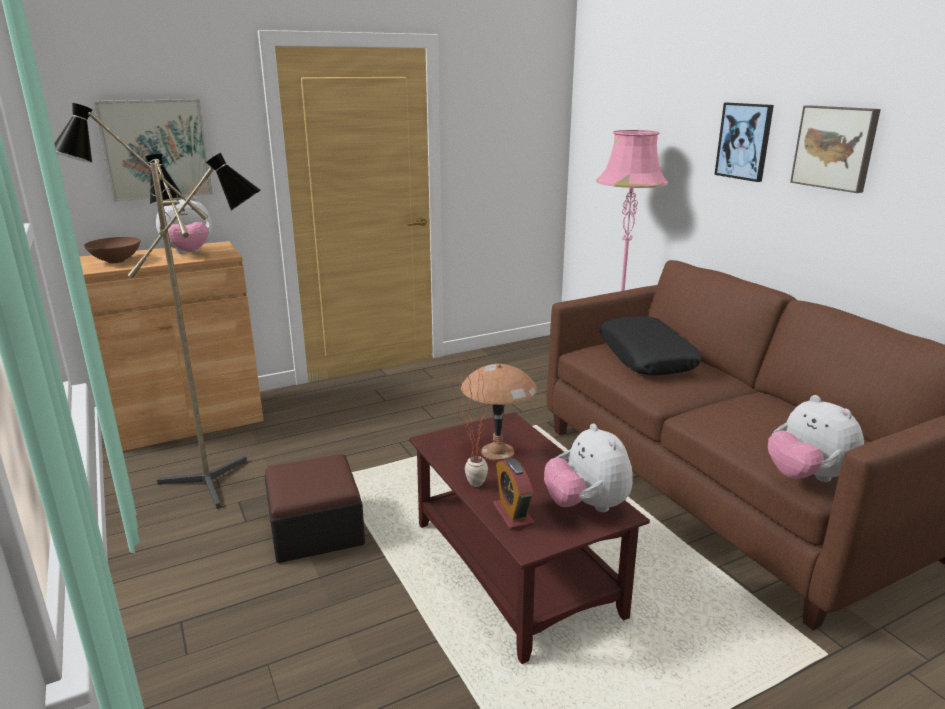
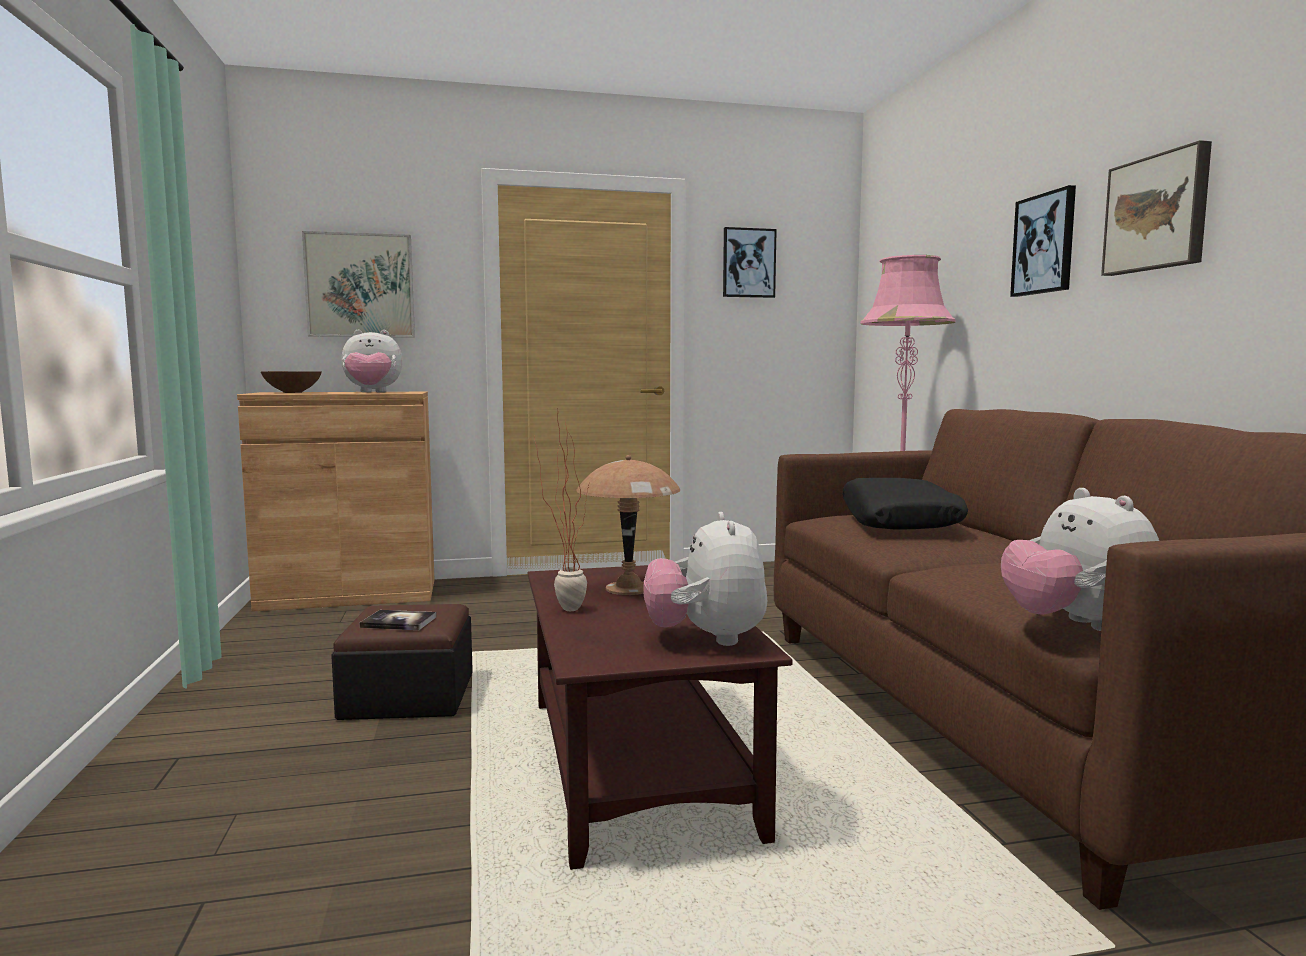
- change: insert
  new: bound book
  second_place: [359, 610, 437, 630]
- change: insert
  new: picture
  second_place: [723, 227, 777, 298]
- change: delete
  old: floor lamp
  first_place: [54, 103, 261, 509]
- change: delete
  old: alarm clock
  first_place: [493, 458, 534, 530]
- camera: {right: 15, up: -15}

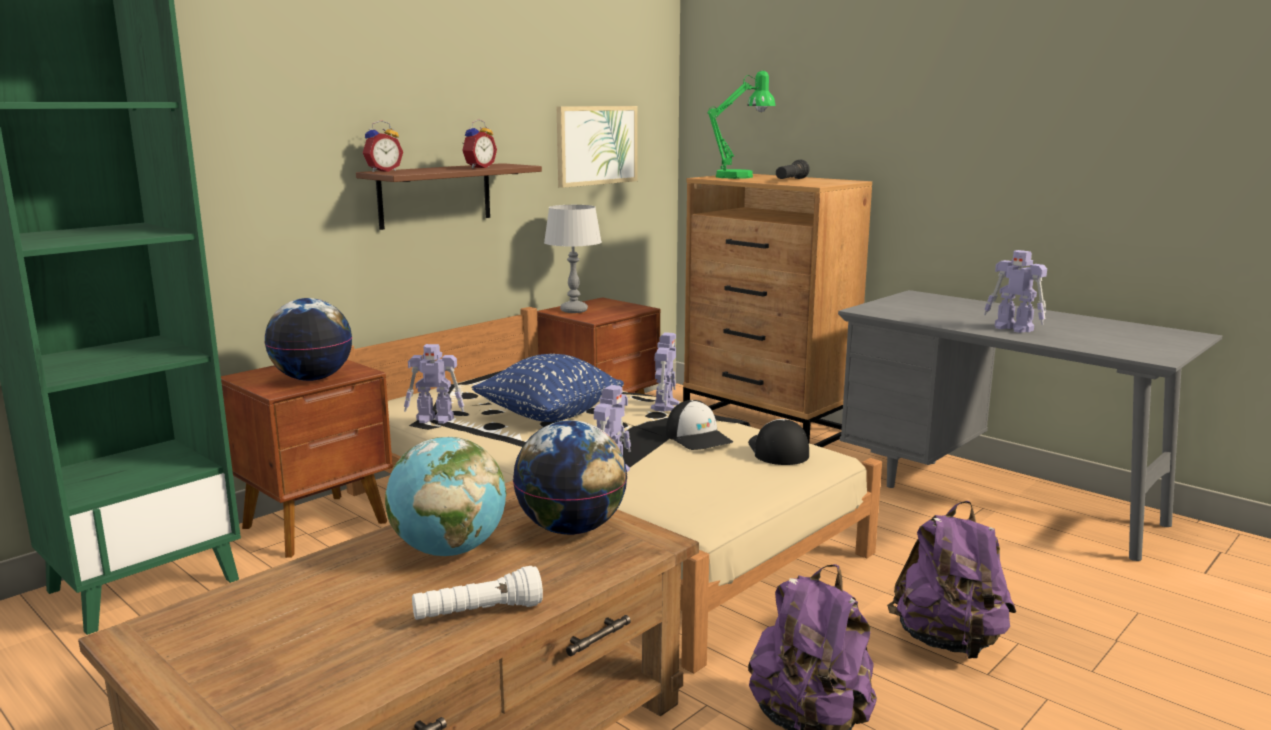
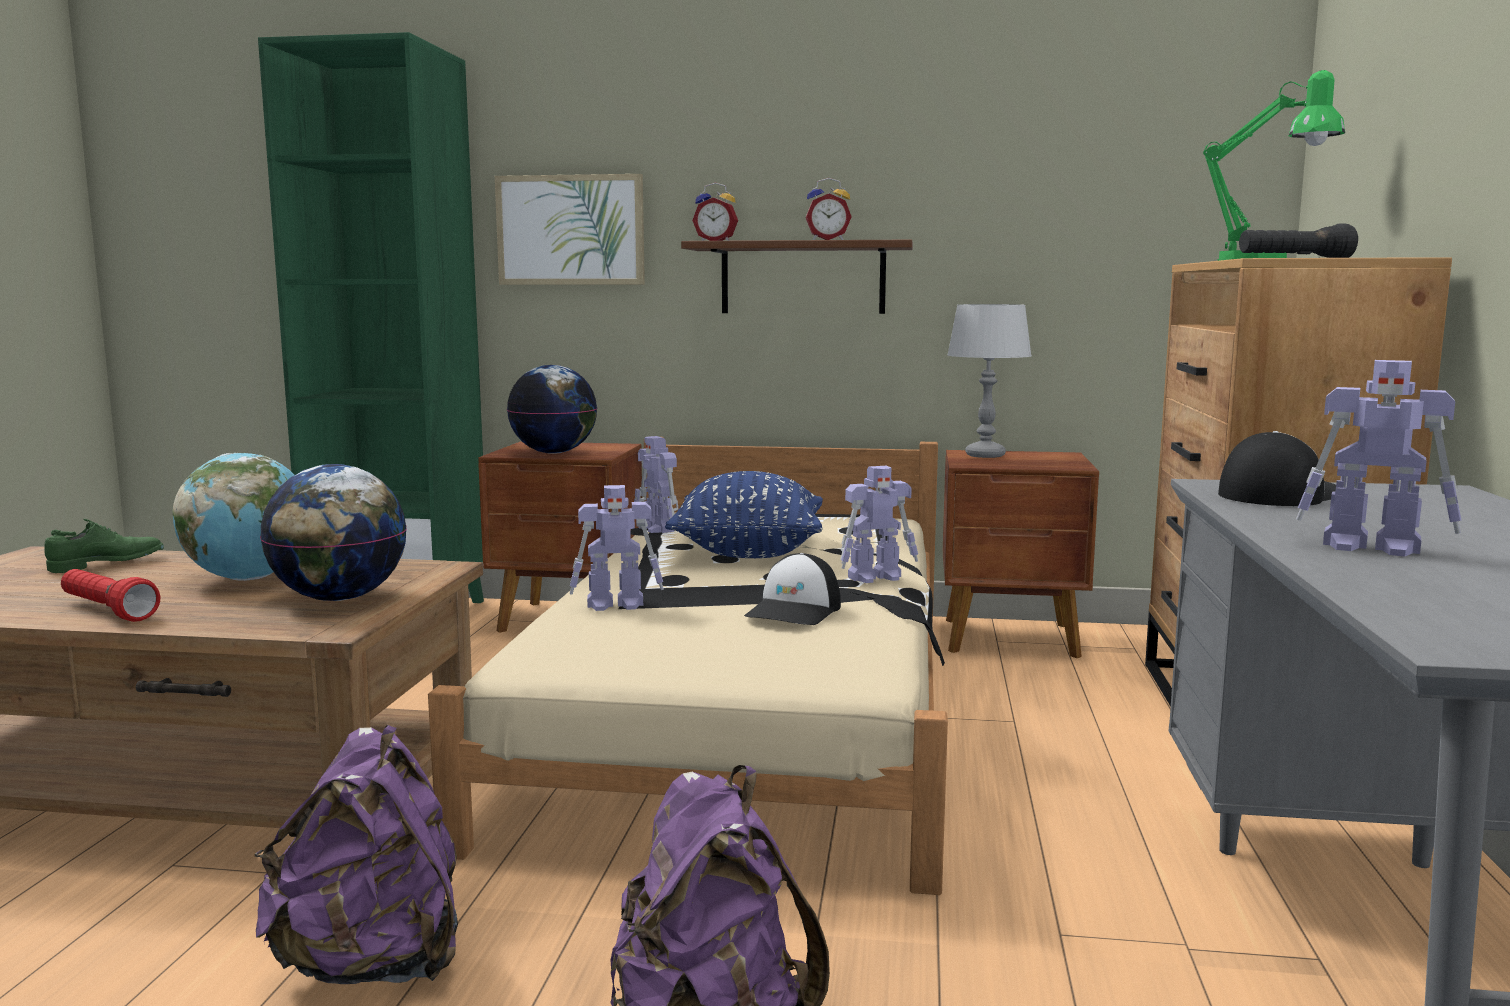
- change: insert
  new: greenish item of footwear
  second_place: [44, 519, 164, 573]
- change: recolor
  old: whitish flashlight
  new: red flashlight
  first_place: [412, 566, 543, 620]
  second_place: [61, 569, 160, 622]
- change: move
  old: picture
  first_place: [557, 106, 638, 188]
  second_place: [495, 174, 645, 285]
- change: move
  old: baseball cap
  first_place: [748, 419, 809, 465]
  second_place: [1218, 431, 1336, 506]
- change: rotate
  old: toy robot
  first_place: [984, 250, 1047, 333]
  second_place: [1296, 360, 1462, 557]
  degrees: -75
- camera: {right: 55, up: -5}

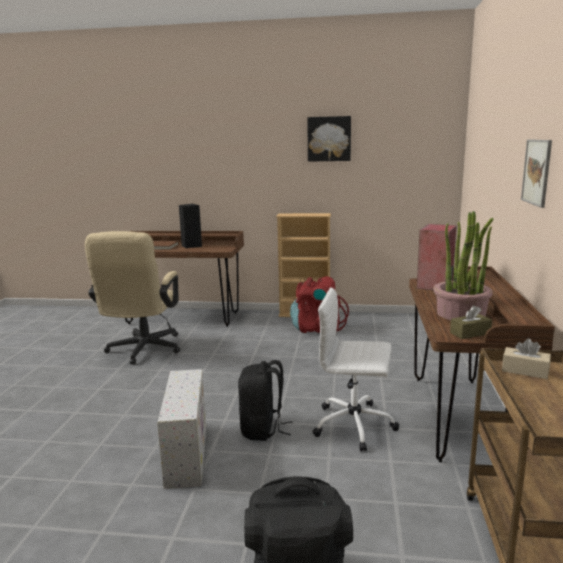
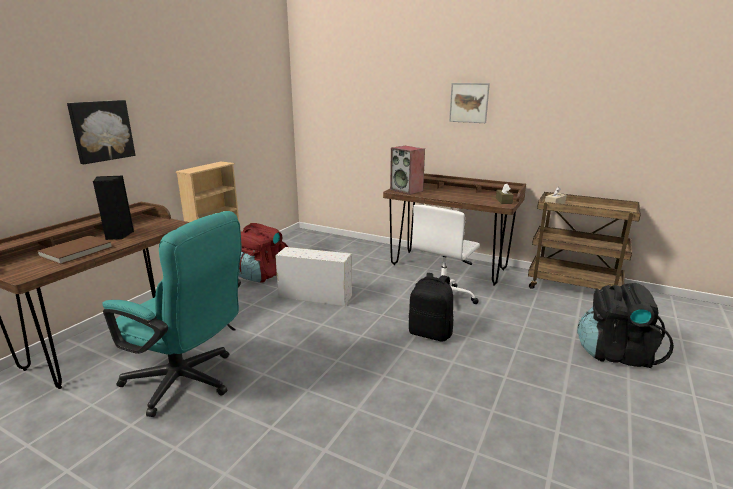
- change: move
  old: picture
  first_place: [307, 116, 351, 162]
  second_place: [67, 100, 136, 164]
- change: recolor
  old: beige-coloured computer chair
  new: blue-green computer chair
  first_place: [85, 231, 180, 364]
  second_place: [102, 211, 242, 417]
- change: move
  old: whitish storage box
  first_place: [157, 369, 206, 489]
  second_place: [275, 247, 352, 306]
- change: delete
  old: houseplant
  first_place: [433, 211, 493, 320]
- camera: {right: -70, up: 5}

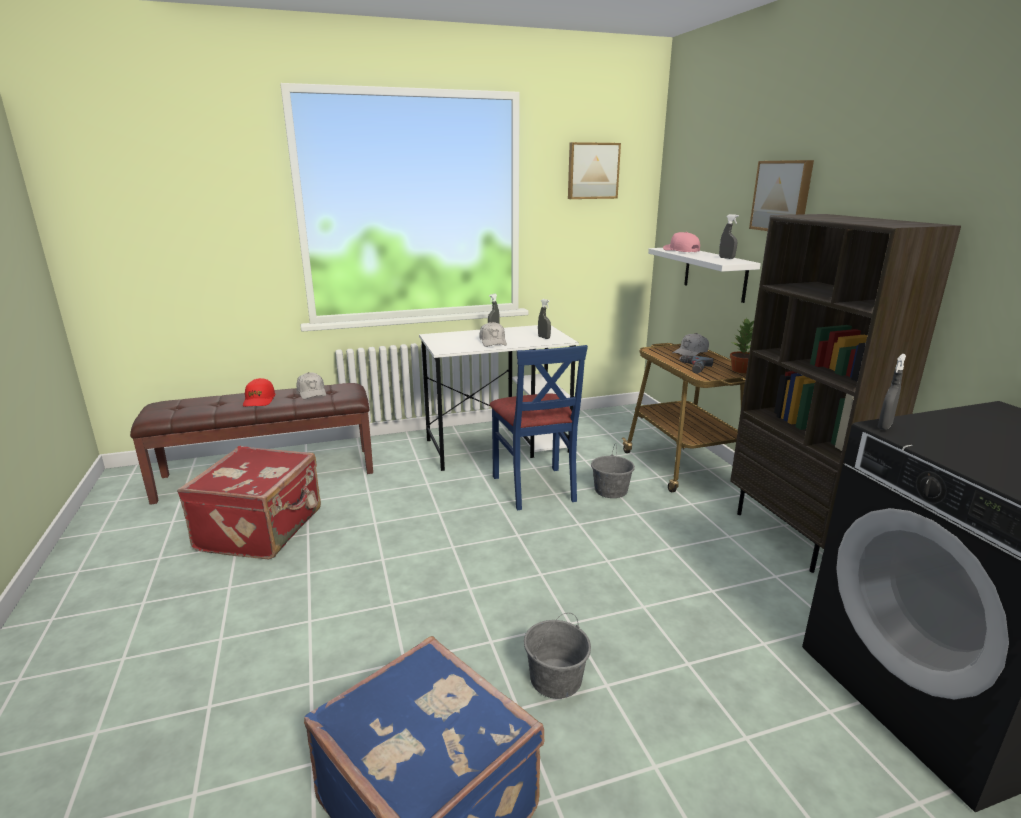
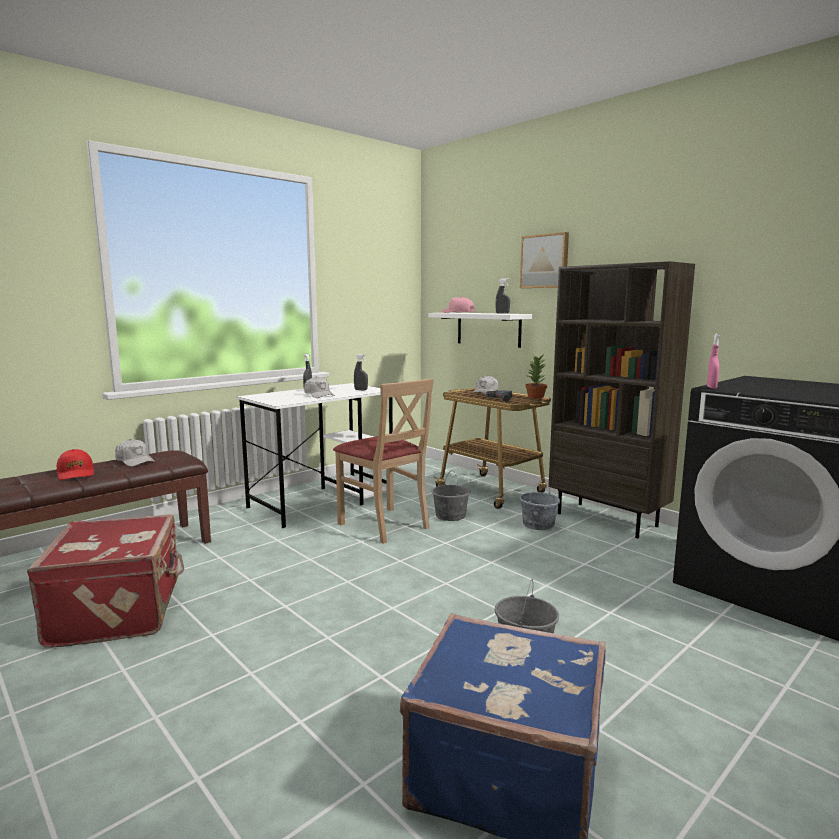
- change: recolor
  old: blue upright chair
  new: beige-coloured upright chair
  first_place: [490, 345, 588, 510]
  second_place: [333, 378, 434, 544]
- change: insert
  new: gray pail
  second_place: [520, 478, 560, 530]
- change: recolor
  old: gray hand sprayer
  new: pink-coloured hand sprayer
  first_place: [878, 354, 906, 430]
  second_place: [707, 333, 720, 389]
- change: delete
  old: picture
  first_place: [568, 142, 621, 199]
- camera: {right: -25, up: -10}

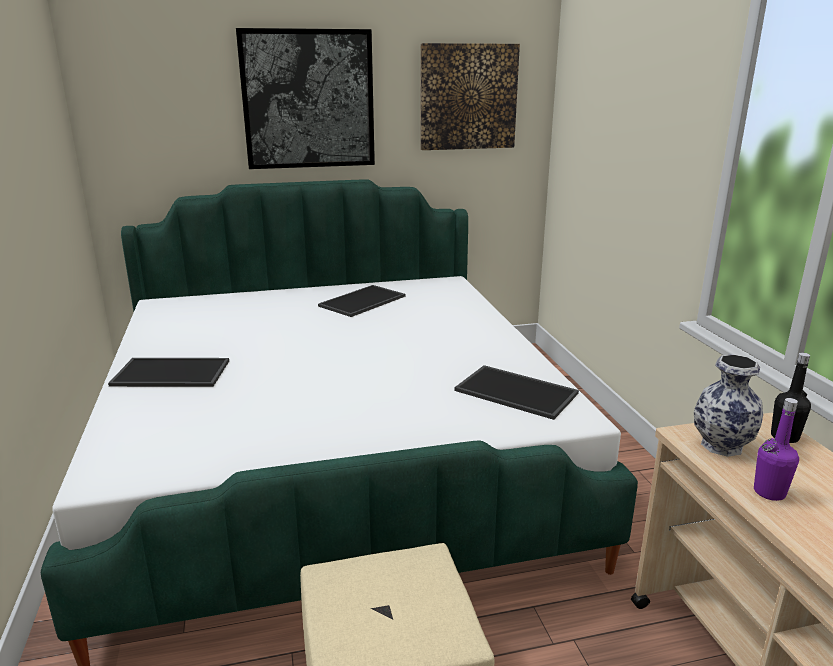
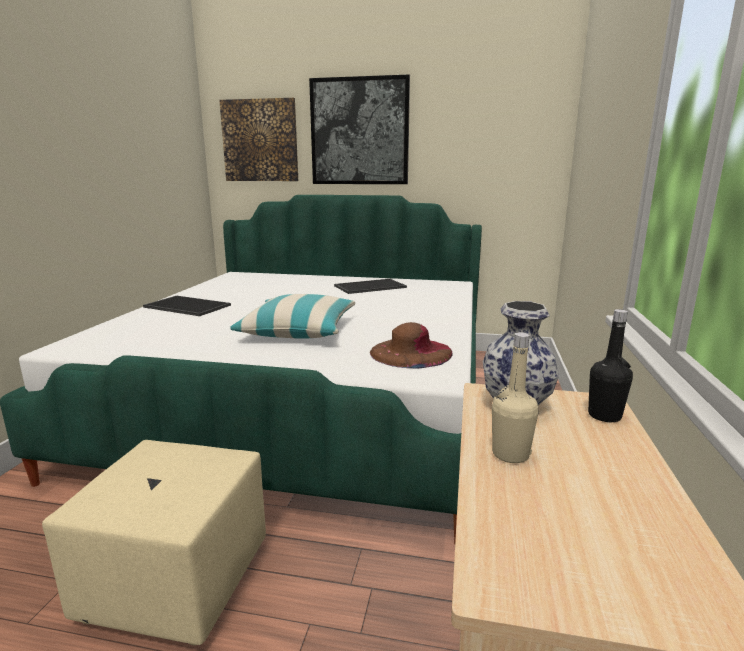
- change: move
  old: picture
  first_place: [420, 43, 520, 150]
  second_place: [219, 98, 298, 181]
- change: insert
  new: pillow
  second_place: [230, 294, 355, 339]
- change: replace
  old: serving tray
  new: brown-coloured hat
  first_place: [454, 365, 579, 420]
  second_place: [370, 322, 452, 369]
- change: recolor
  old: purple-coloured beverage bottle
  new: beige-coloured beverage bottle
  first_place: [754, 398, 799, 501]
  second_place: [492, 332, 539, 463]
- camera: {right: 25, up: -5}

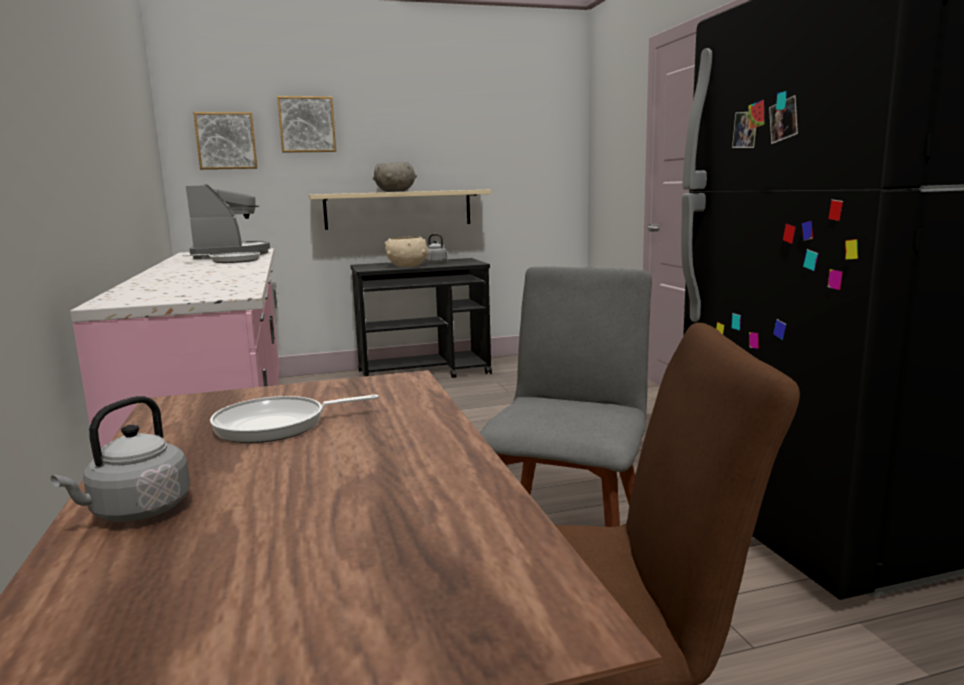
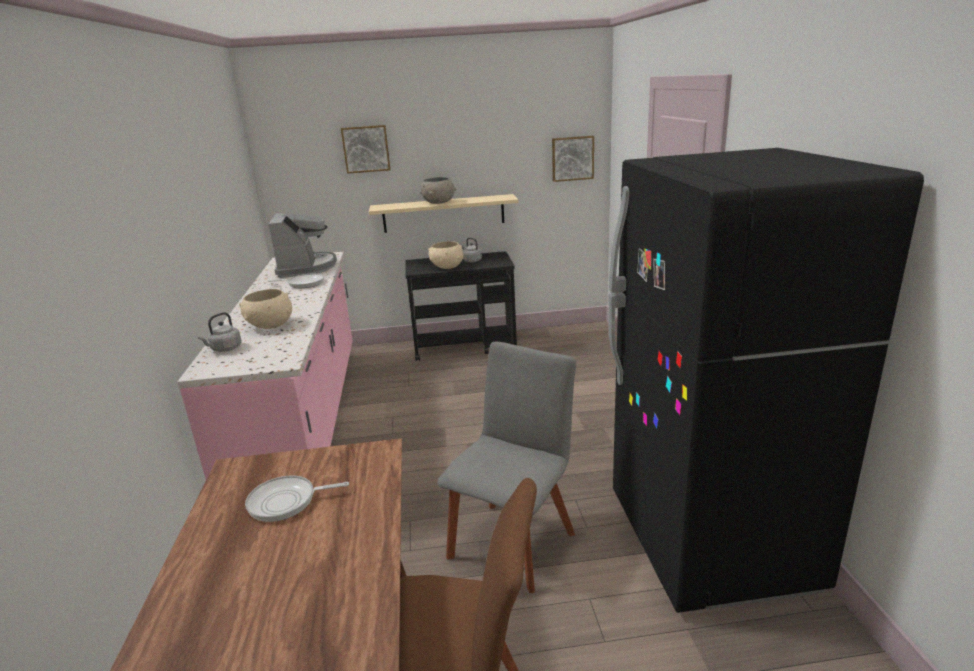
- change: move
  old: gray kettle
  first_place: [51, 396, 190, 522]
  second_place: [198, 312, 242, 352]
- change: insert
  new: beige-coloured deep dish
  second_place: [239, 289, 292, 329]
- change: move
  old: picture
  first_place: [193, 112, 258, 170]
  second_place: [552, 136, 594, 182]
- camera: {right: 10, up: 10}

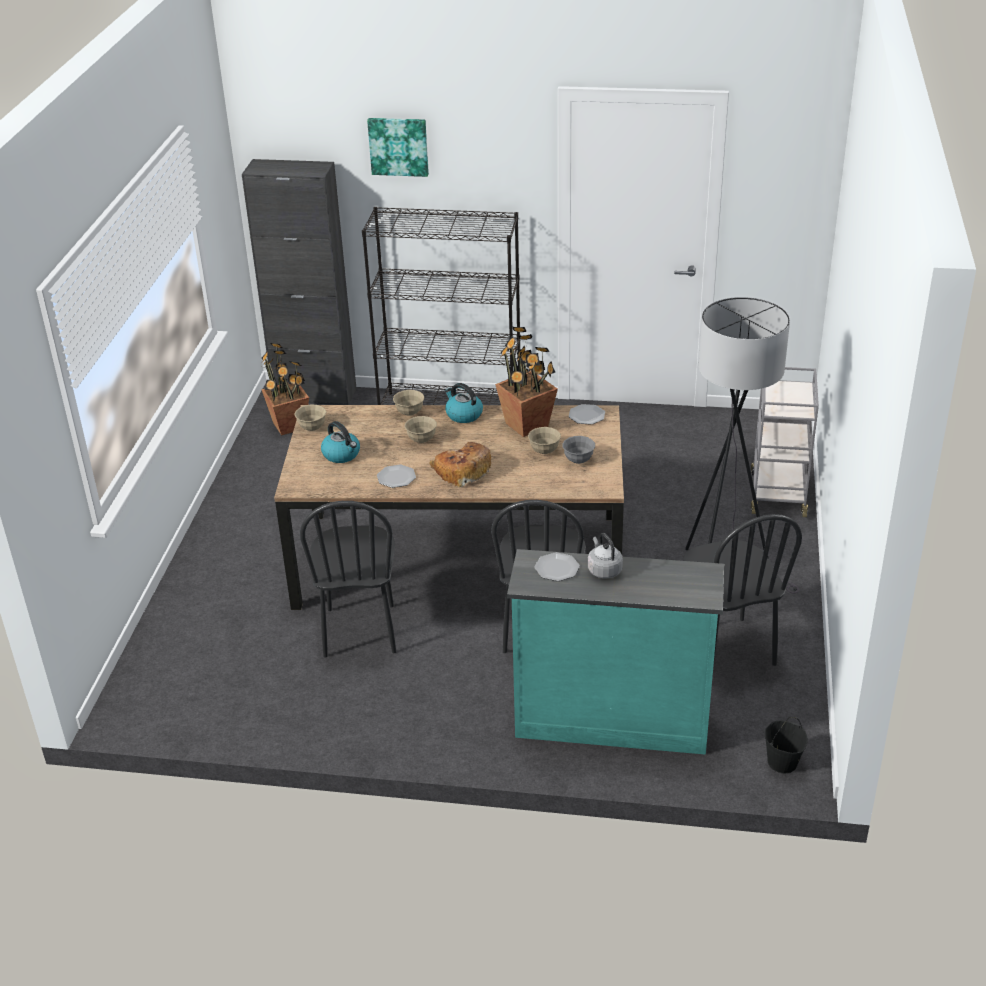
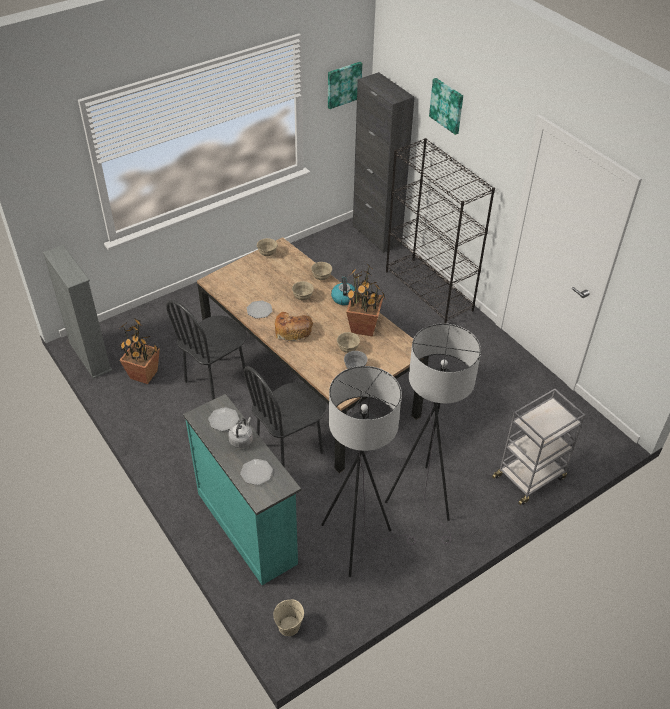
- change: insert
  new: gray bookcase
  second_place: [43, 245, 112, 379]
- change: move
  old: houseplant
  first_place: [261, 343, 309, 436]
  second_place: [119, 318, 160, 384]
- change: move
  old: dinner plate
  first_place: [569, 404, 605, 425]
  second_place: [240, 459, 273, 485]
- change: recolor
  old: blackish pail
  new: beige-coloured pail
  first_place: [764, 717, 808, 773]
  second_place: [273, 600, 304, 636]
- change: replace
  old: blackish upright chair
  new: gray floor lamp
  first_place: [683, 514, 802, 667]
  second_place: [321, 366, 416, 577]
- change: insert
  new: picture
  second_place: [328, 62, 362, 109]
- change: delete
  old: kettle
  first_place: [321, 421, 360, 463]
- camera: {right: 45, up: 10}

